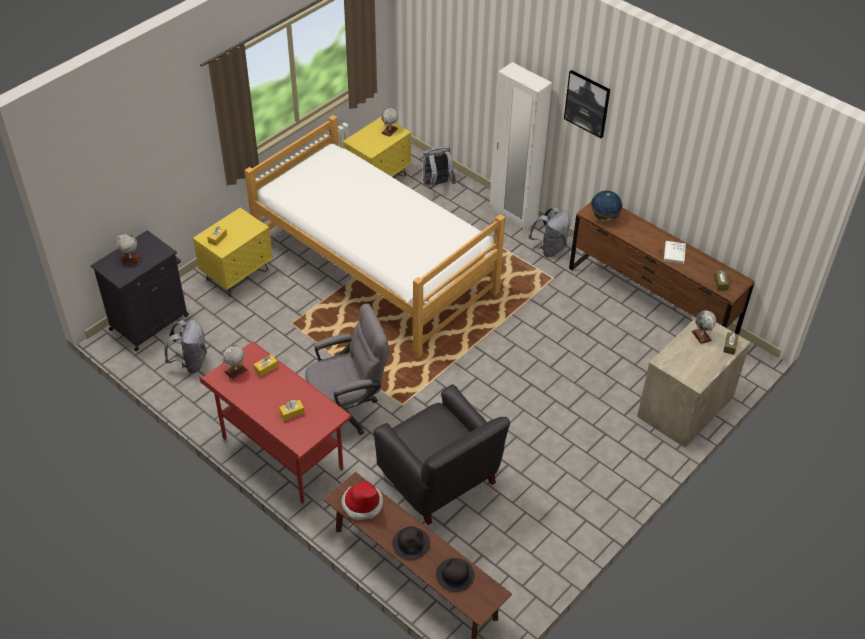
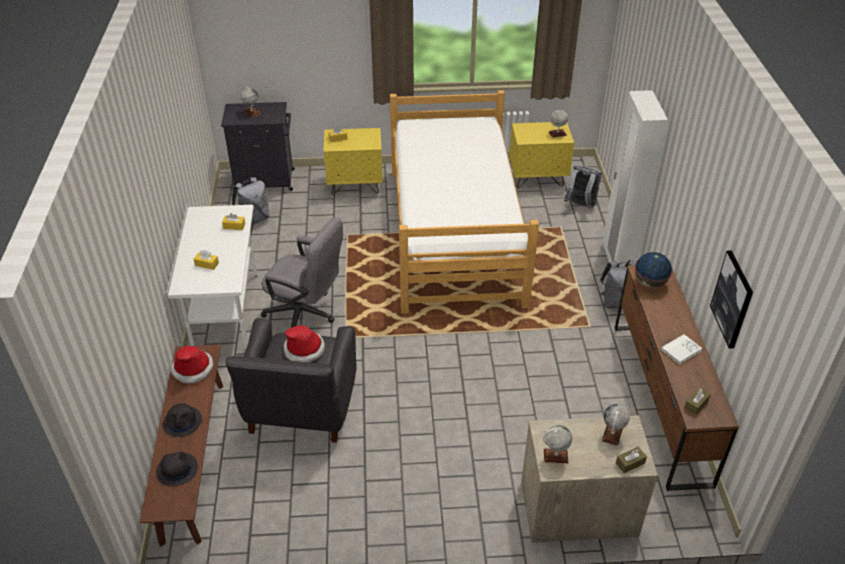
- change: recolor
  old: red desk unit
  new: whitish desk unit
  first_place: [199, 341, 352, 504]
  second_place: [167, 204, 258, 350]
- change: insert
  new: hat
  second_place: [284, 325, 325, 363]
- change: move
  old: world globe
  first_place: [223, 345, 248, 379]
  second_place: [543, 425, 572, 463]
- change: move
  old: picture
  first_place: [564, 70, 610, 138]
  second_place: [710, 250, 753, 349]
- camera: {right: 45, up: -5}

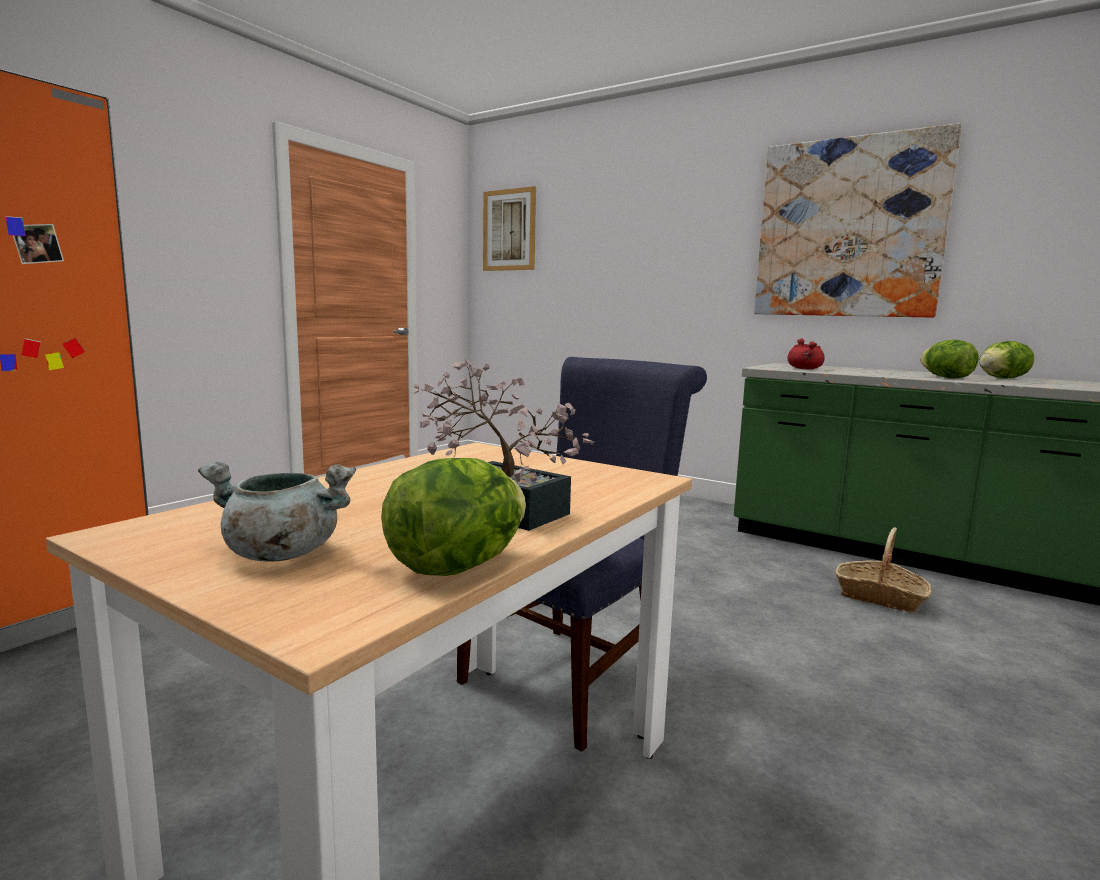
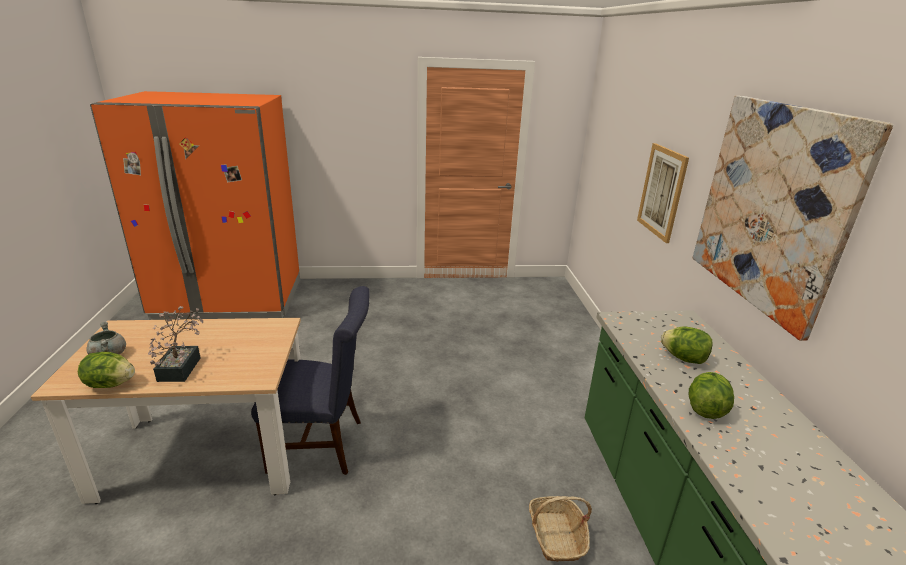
- change: move
  old: picture
  first_place: [483, 186, 536, 271]
  second_place: [637, 143, 689, 243]
- change: move
  old: head of lettuce
  first_place: [979, 341, 1034, 379]
  second_place: [661, 326, 713, 364]
- change: delete
  old: red stockpot
  first_place: [788, 338, 824, 369]
- camera: {right: 50, up: 15}

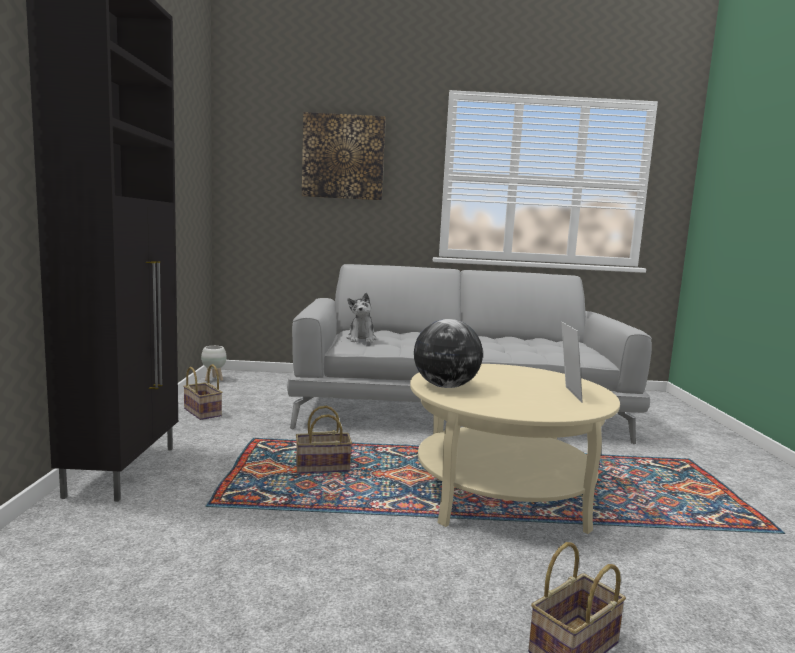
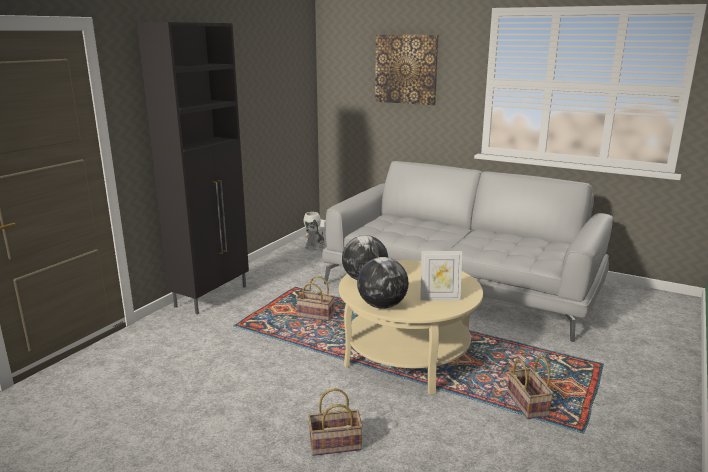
- change: move
  old: cuddly toy
  first_place: [347, 293, 376, 343]
  second_place: [305, 219, 325, 250]
- change: insert
  new: world globe
  second_place: [357, 257, 409, 309]
- change: rotate
  old: picture frame
  first_place: [561, 322, 583, 403]
  second_place: [420, 251, 462, 301]
  degrees: 60
- change: move
  old: storage basket
  first_place: [183, 364, 223, 420]
  second_place: [507, 356, 553, 419]
- camera: {right: 30, up: 10}

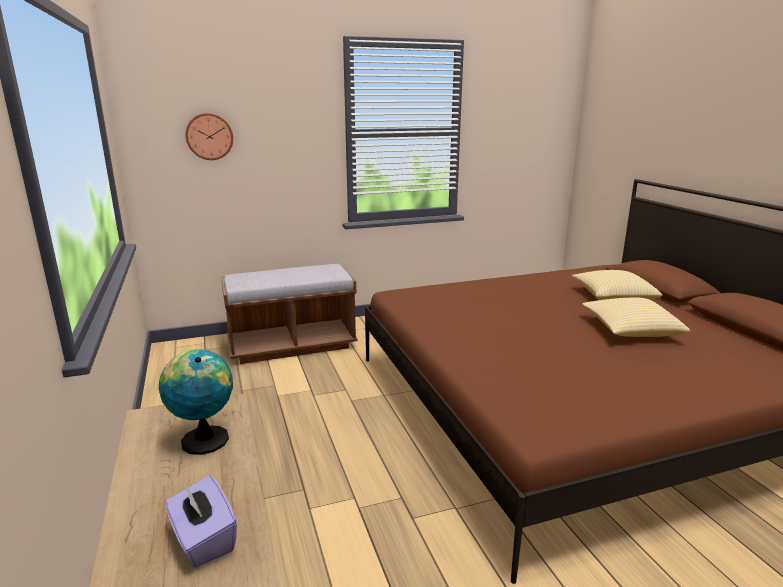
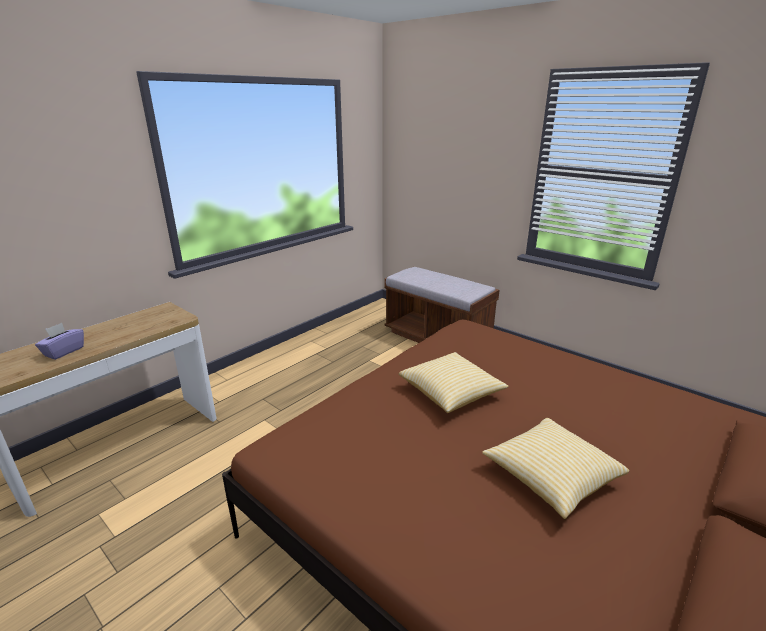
- change: move
  old: pillow
  first_place: [572, 270, 662, 300]
  second_place: [399, 352, 509, 413]
- change: delete
  old: world globe
  first_place: [159, 349, 233, 455]
- change: delete
  old: wall clock
  first_place: [185, 113, 233, 160]
- camera: {right: 60, up: 5}

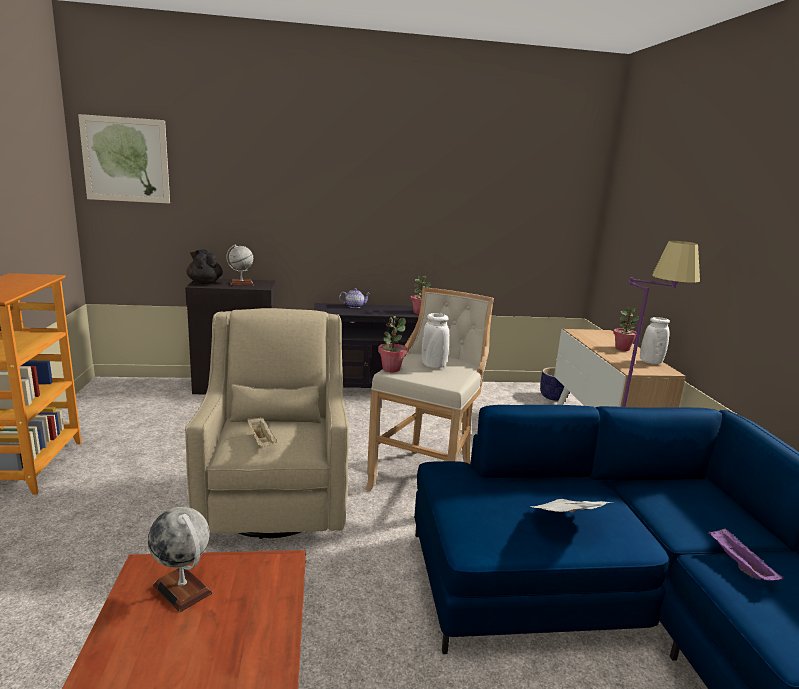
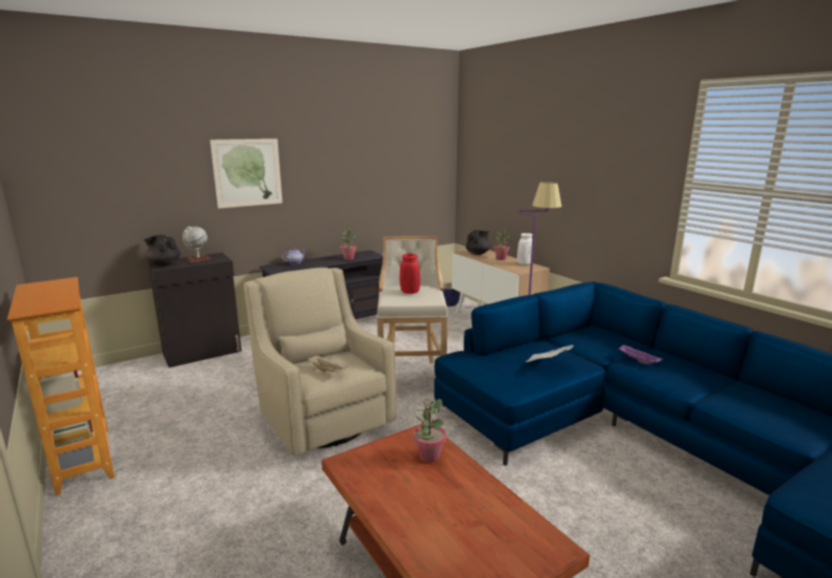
- change: move
  old: picture
  first_place: [78, 114, 170, 203]
  second_place: [210, 139, 282, 208]
- change: recolor
  old: whitish decorative vase
  new: red decorative vase
  first_place: [422, 313, 449, 368]
  second_place: [400, 254, 420, 294]
- change: move
  old: houseplant
  first_place: [378, 316, 407, 373]
  second_place: [413, 398, 447, 463]
- change: insert
  new: blackish pot for tea
  second_place: [466, 230, 491, 255]
- change: delete
  old: world globe
  first_place: [148, 507, 212, 612]
- camera: {right: -25, up: 0}

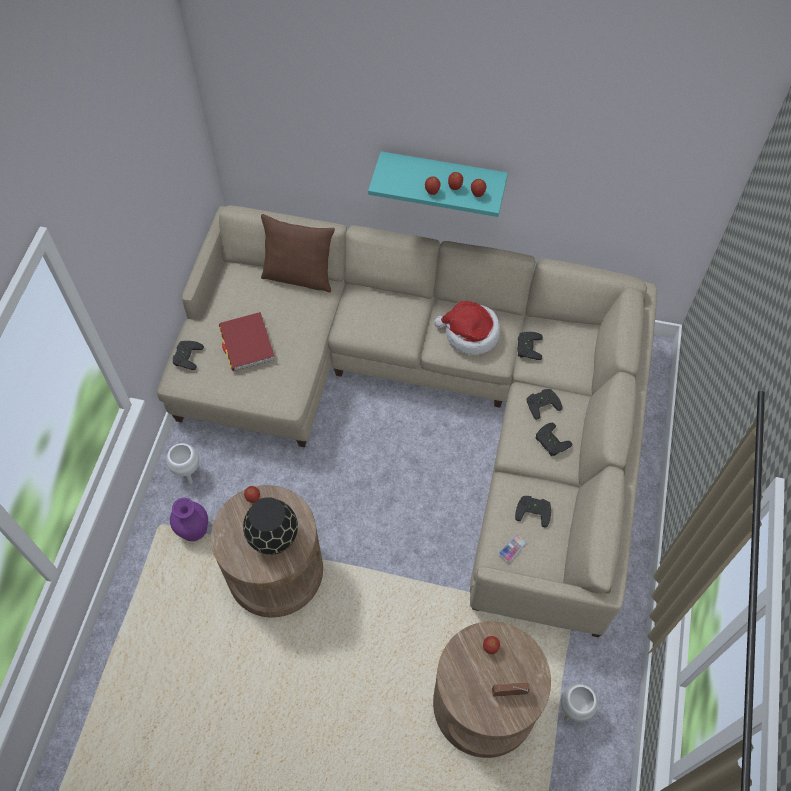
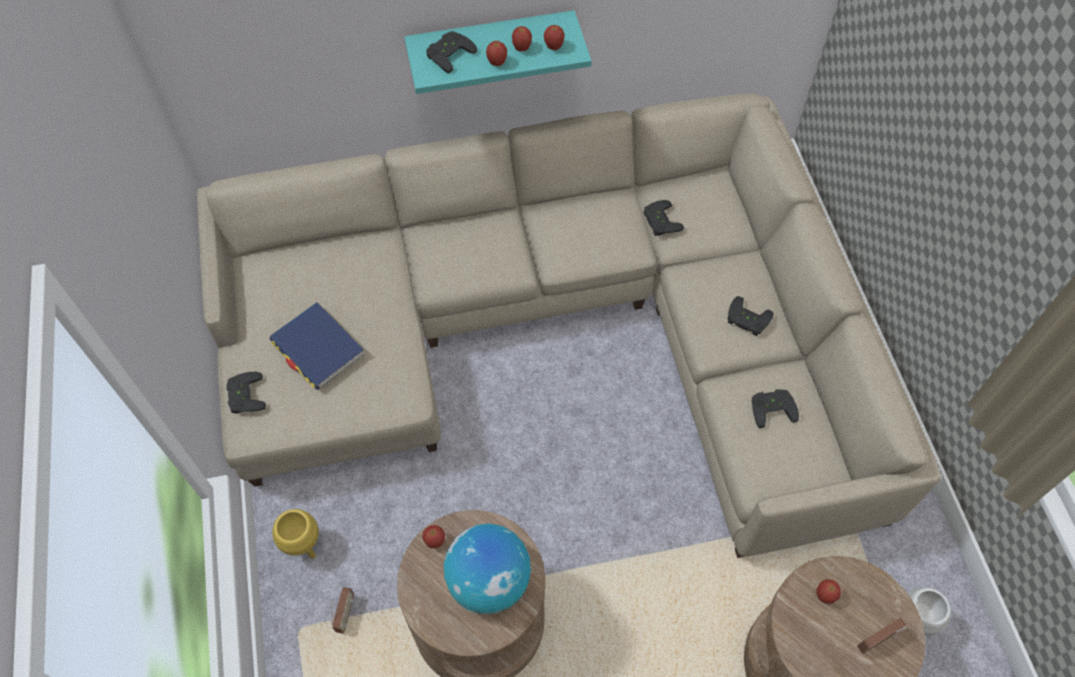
- change: recolor
  old: red bound book
  new: blue bound book
  first_place: [219, 312, 274, 371]
  second_place: [269, 302, 365, 390]
- change: recolor
  old: whitish flower pot
  new: yellow flower pot
  first_place: [166, 443, 199, 484]
  second_place: [272, 509, 319, 559]
- change: replace
  old: purple-coloured decorative vase
  new: radio receiver
  first_place: [170, 498, 208, 541]
  second_place: [331, 587, 354, 633]
- change: move
  old: blackish joypad
  first_place: [527, 389, 562, 420]
  second_place: [426, 31, 477, 73]
- change: replace
  old: blackish decorative vase
  new: world globe
  first_place: [243, 497, 298, 555]
  second_place: [444, 524, 531, 615]
- change: delete
  old: brown-coloured pillow
  first_place: [261, 214, 335, 292]
- change: delete
  old: hat
  first_place: [434, 301, 500, 355]
- change: delete
  old: handset
  first_place: [498, 534, 527, 562]
- camera: {right: -25, up: 0}

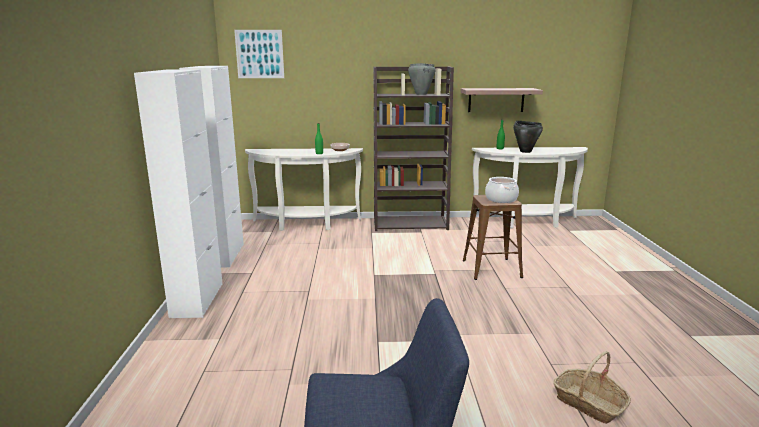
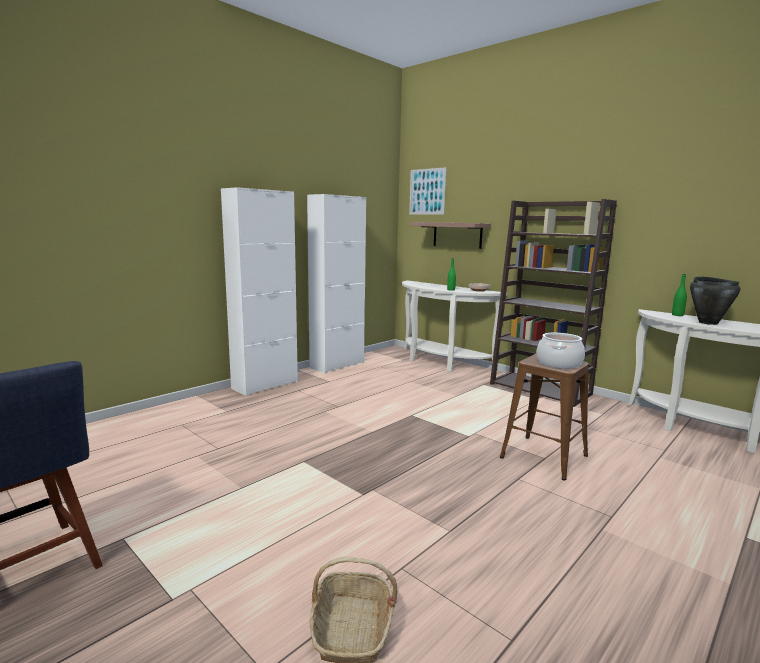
- change: move
  old: wall shelf
  first_place: [461, 88, 543, 112]
  second_place: [411, 222, 491, 249]
- change: delete
  old: gray stockpot
  first_place: [408, 63, 436, 95]
- camera: {right: 45, up: -5}

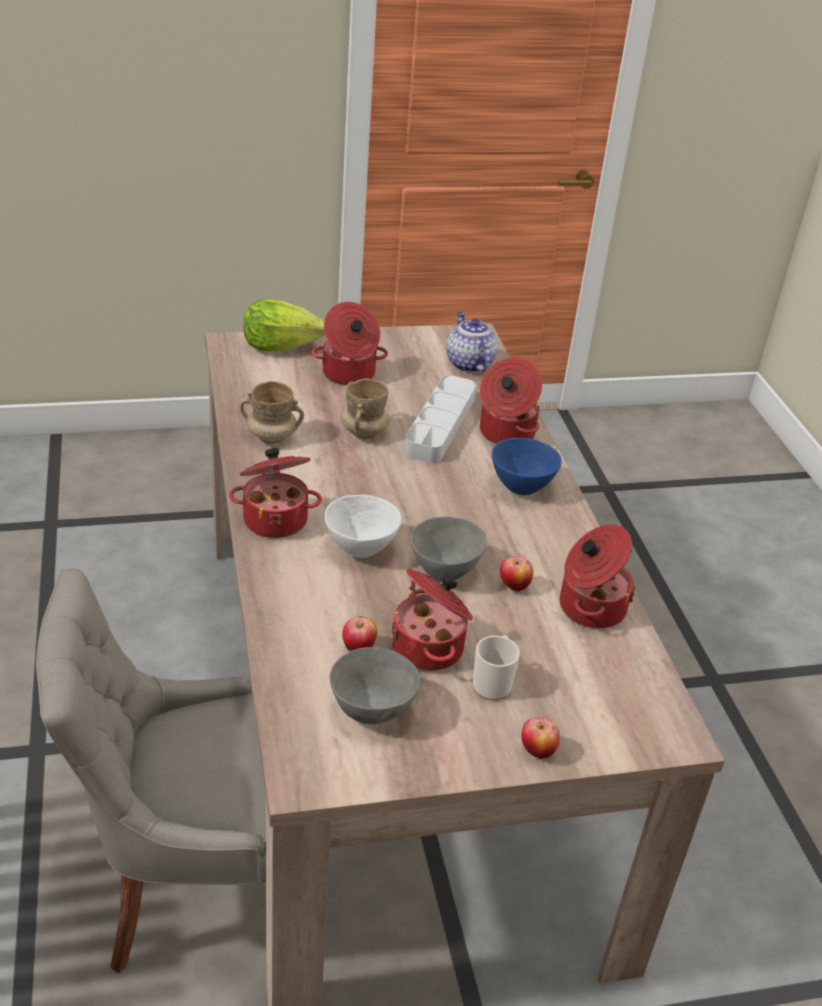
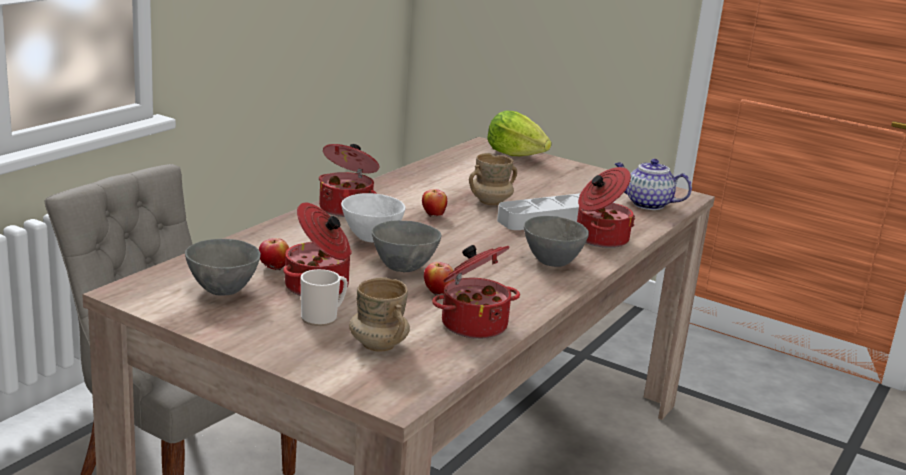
- change: move
  old: beige-coloured mug
  first_place: [239, 381, 304, 443]
  second_place: [349, 277, 410, 352]
- change: move
  old: apple
  first_place: [521, 717, 560, 759]
  second_place: [422, 189, 447, 217]
- change: recolor
  old: blue deep dish
  new: gray deep dish
  first_place: [492, 438, 561, 495]
  second_place: [524, 216, 589, 267]
- change: rotate
  old: pot for tea
  first_place: [446, 312, 498, 372]
  second_place: [615, 159, 692, 210]
  degrees: -90
- change: delete
  old: stockpot
  first_place: [311, 302, 388, 385]
- camera: {right: 45, up: -15}

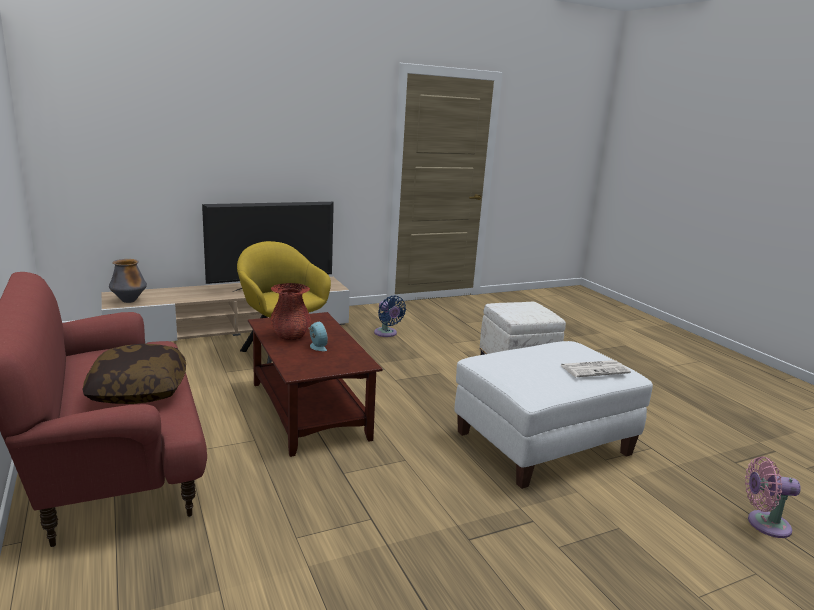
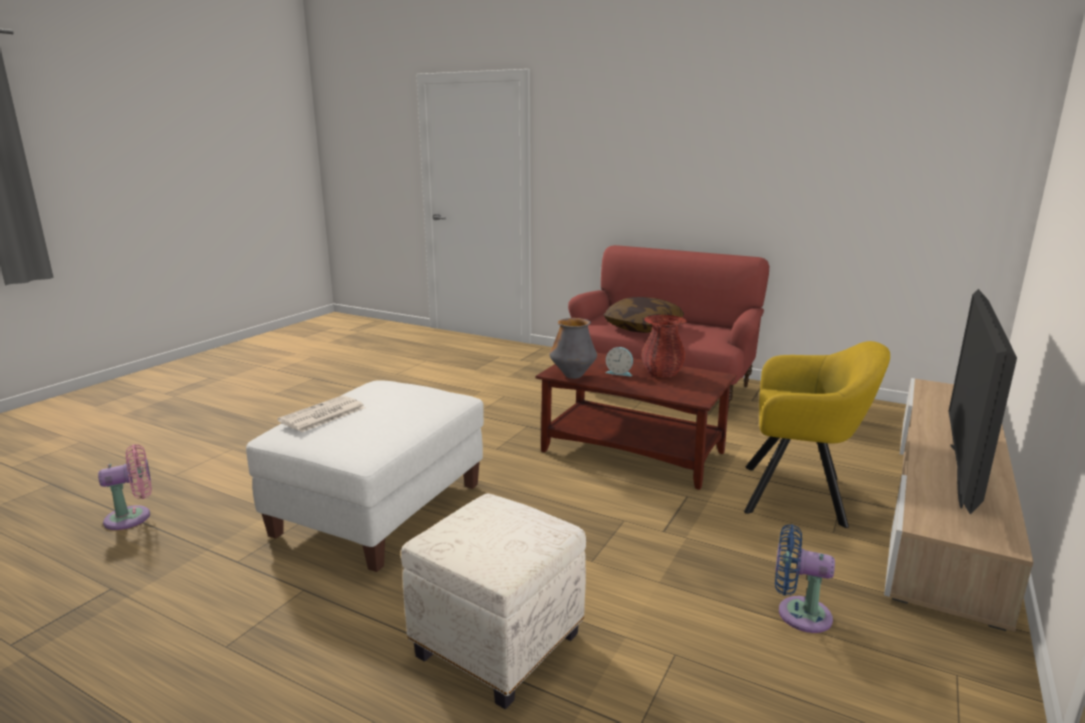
- change: move
  old: decorative vase
  first_place: [109, 259, 147, 303]
  second_place: [550, 318, 597, 379]
- camera: {right: 145, up: 0}

